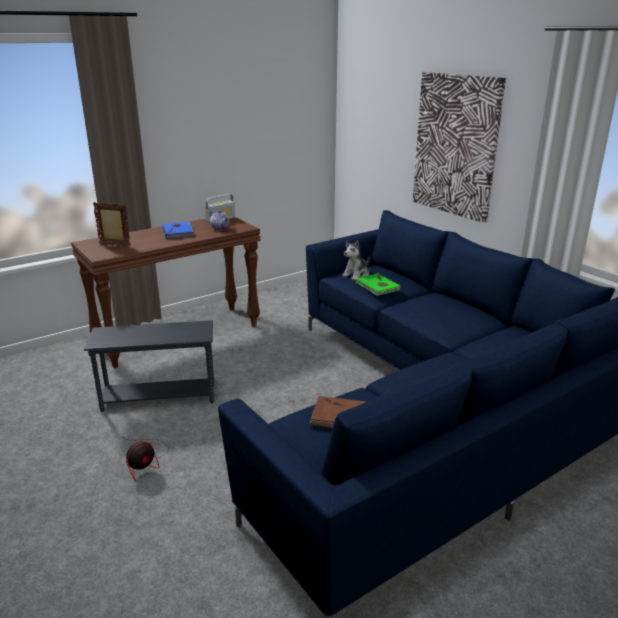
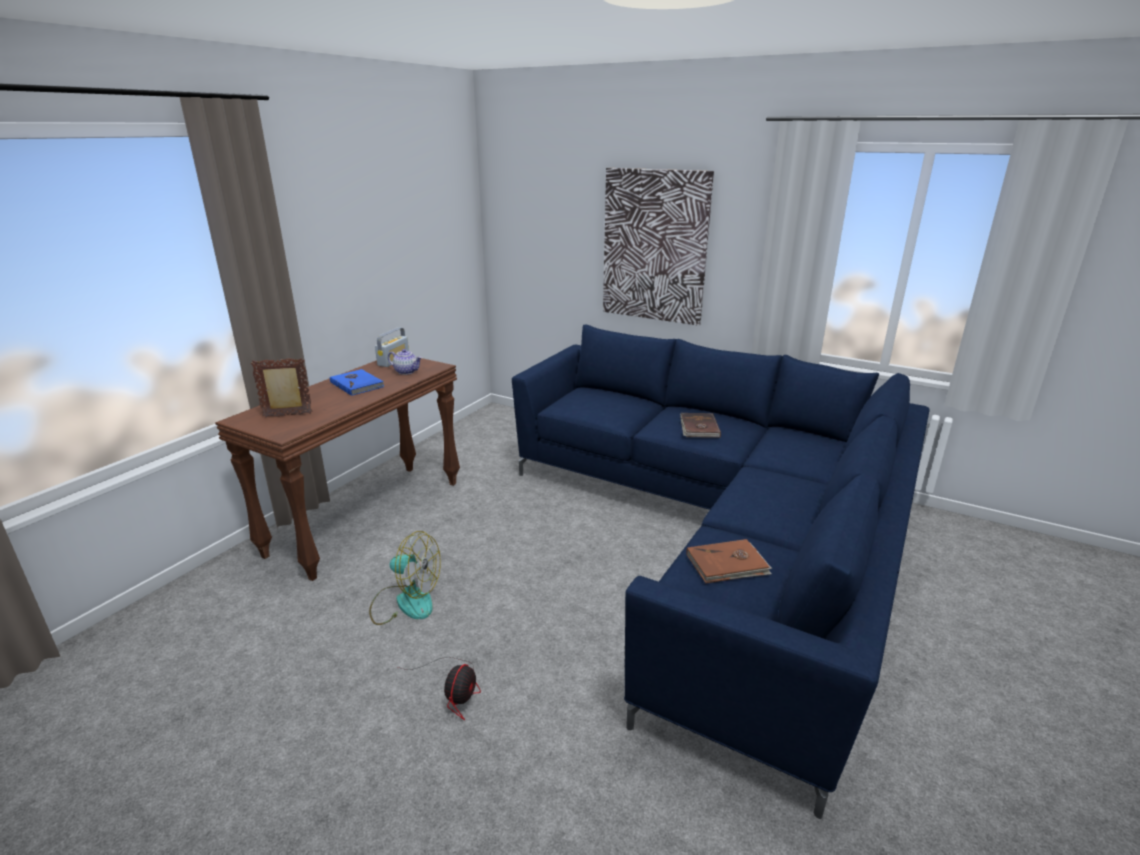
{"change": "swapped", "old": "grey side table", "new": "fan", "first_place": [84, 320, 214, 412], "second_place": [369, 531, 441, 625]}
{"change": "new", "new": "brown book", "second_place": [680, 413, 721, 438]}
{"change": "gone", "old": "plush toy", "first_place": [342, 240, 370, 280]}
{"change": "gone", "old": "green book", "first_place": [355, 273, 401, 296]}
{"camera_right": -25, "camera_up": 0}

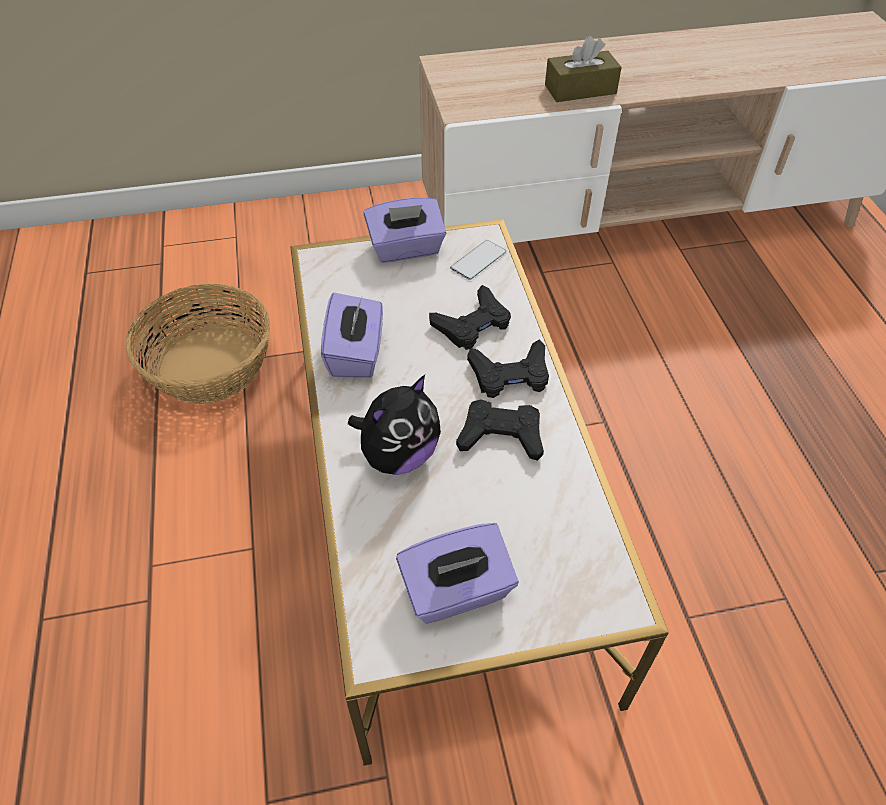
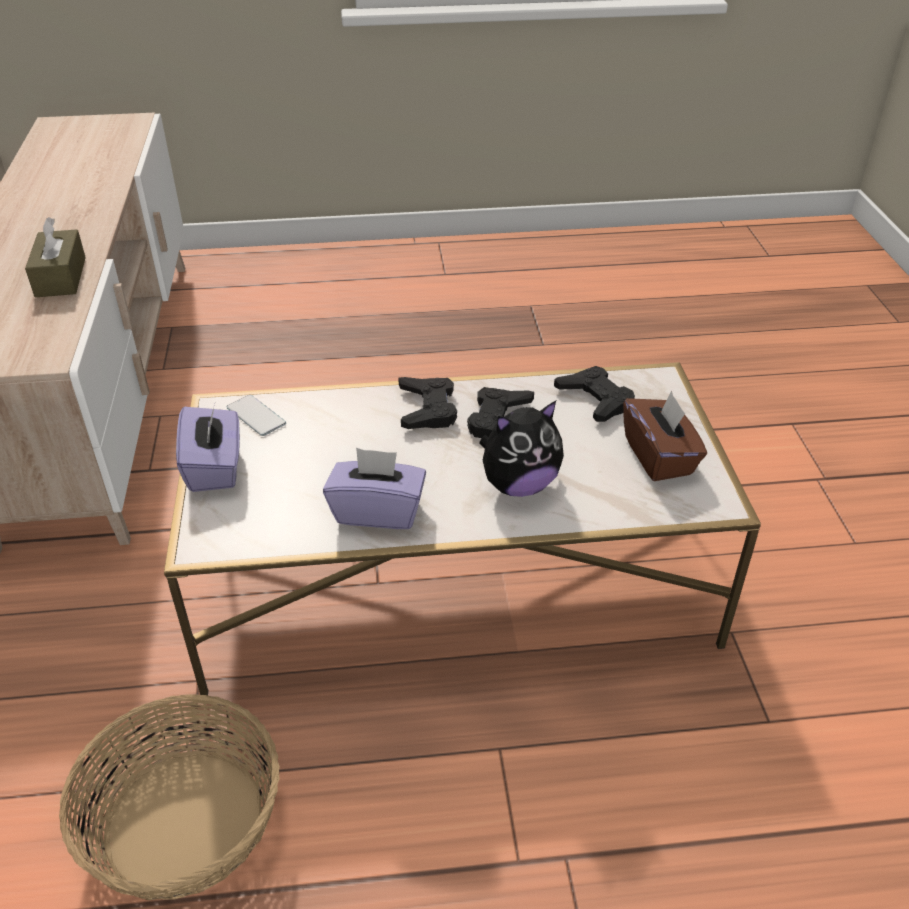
{"change": "rotated", "old": "plush toy", "first_place": [348, 375, 441, 475], "second_place": [479, 401, 564, 497], "degrees": 105}
{"change": "shifted", "old": "black game controller", "first_place": [429, 285, 511, 350], "second_place": [554, 366, 635, 422]}
{"change": "repainted", "old": "purple tissue box", "new": "brown tissue box", "first_place": [396, 523, 518, 624], "second_place": [623, 391, 707, 481]}
{"camera_right": -85, "camera_up": -10}

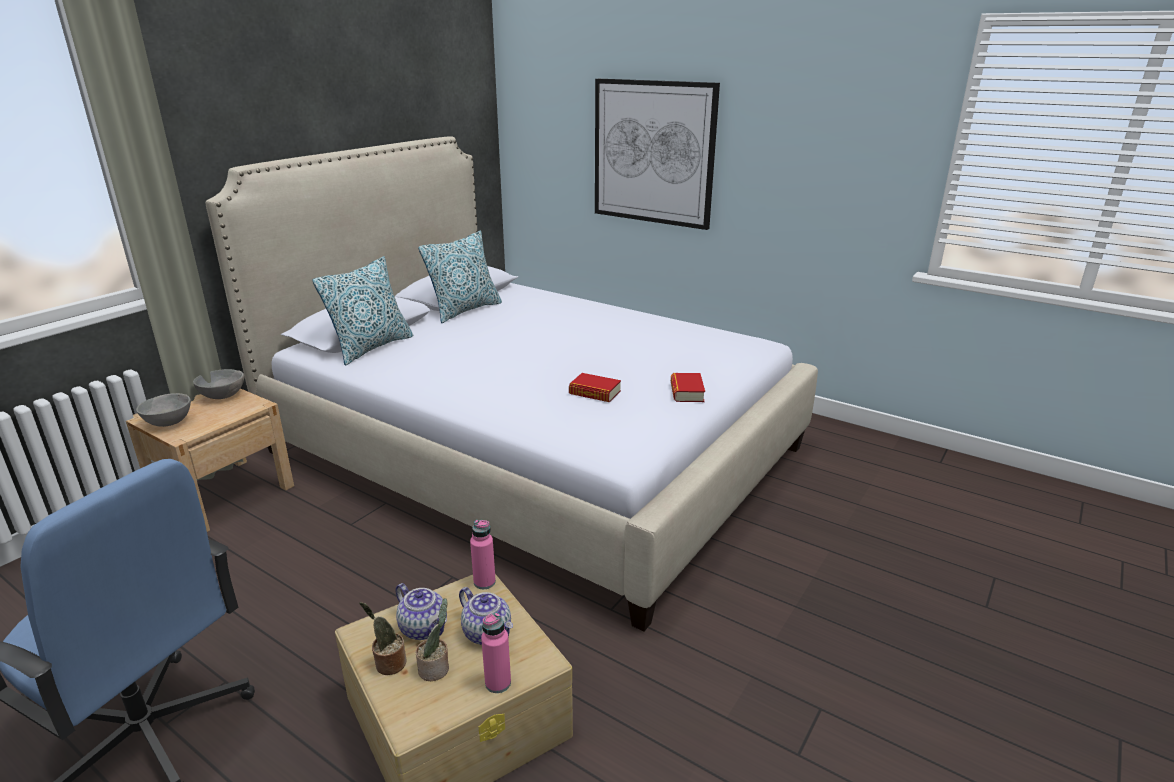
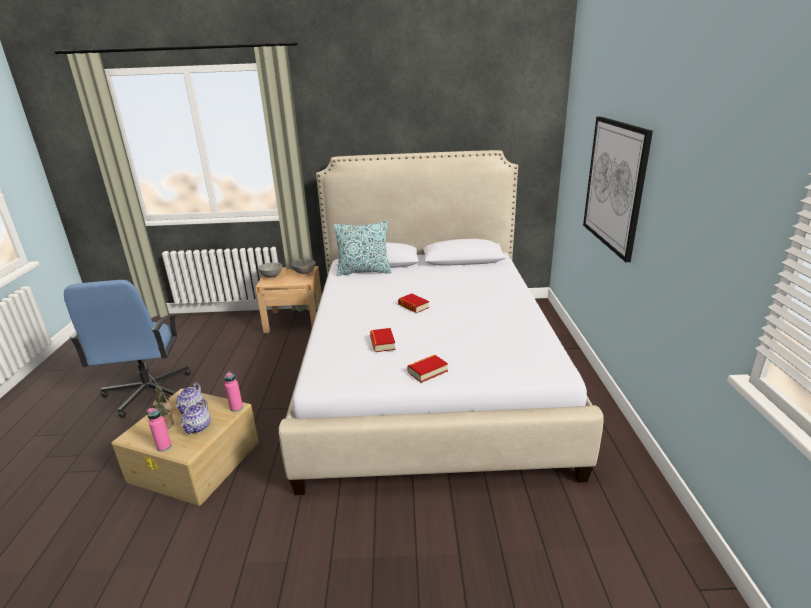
{"change": "new", "new": "book", "second_place": [398, 293, 429, 313]}
{"change": "gone", "old": "pillow", "first_place": [418, 230, 502, 323]}
{"camera_right": 55, "camera_up": 0}

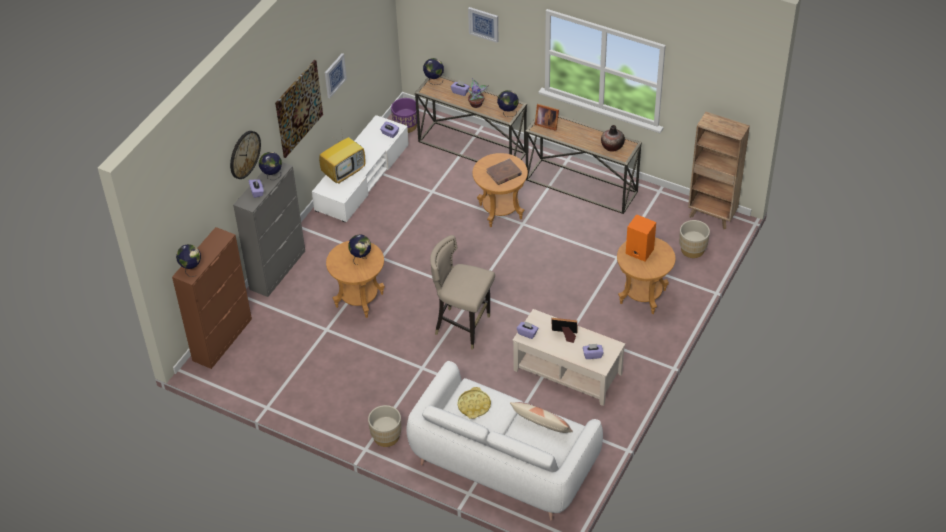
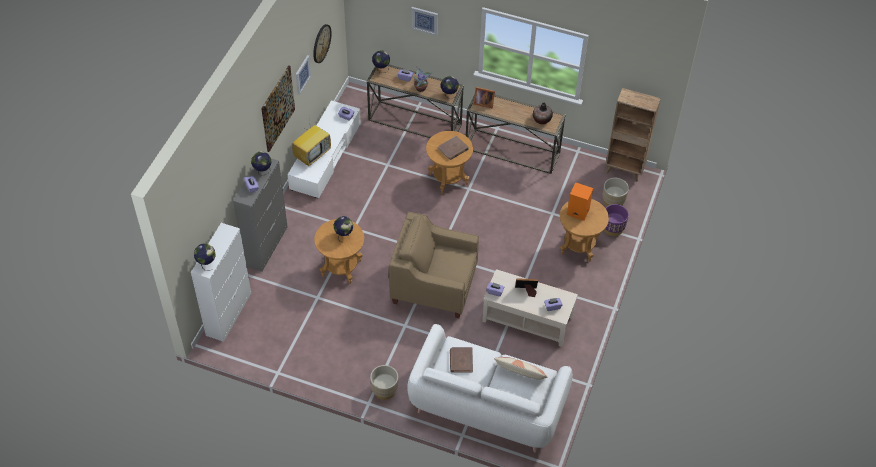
{"change": "repainted", "old": "brown cabinet", "new": "white cabinet", "first_place": [172, 227, 252, 369], "second_place": [191, 223, 251, 342]}
{"change": "shifted", "old": "wall clock", "first_place": [230, 131, 261, 179], "second_place": [313, 24, 332, 63]}
{"change": "swapped", "old": "beige stool", "new": "beige armchair", "first_place": [430, 235, 495, 350], "second_place": [388, 212, 479, 318]}
{"change": "swapped", "old": "yellow tray", "new": "brown book", "first_place": [457, 387, 491, 419], "second_place": [450, 347, 473, 372]}
{"change": "shifted", "old": "purple planter", "first_place": [391, 98, 417, 133], "second_place": [604, 204, 629, 236]}
{"camera_right": -10, "camera_up": 5}

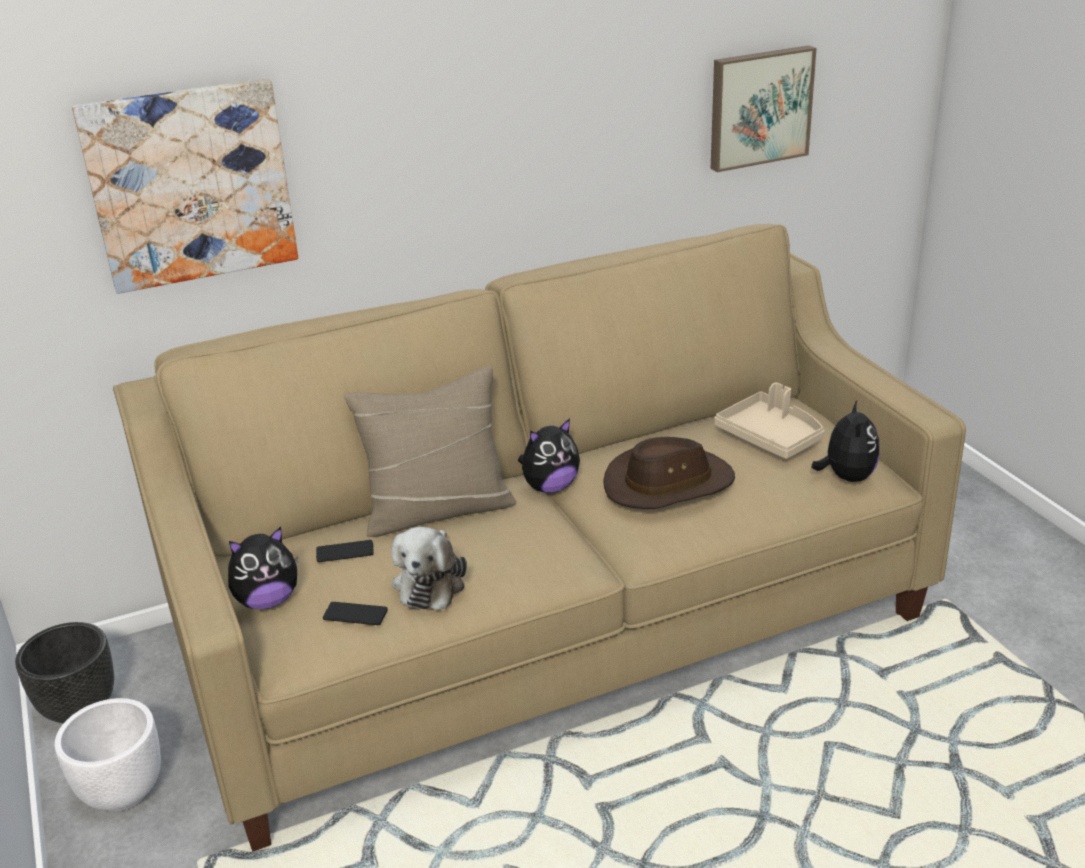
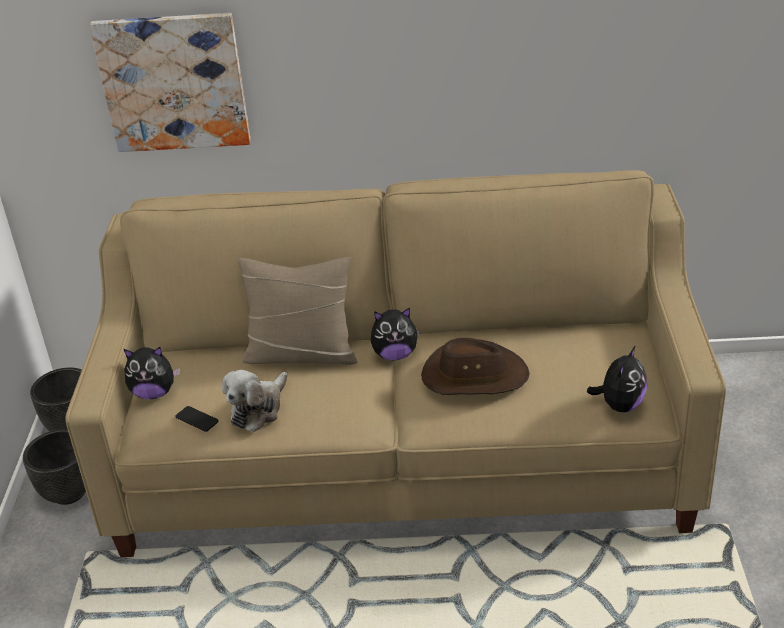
{"change": "repainted", "old": "white planter", "new": "black planter", "first_place": [55, 698, 161, 812], "second_place": [23, 429, 86, 505]}
{"change": "gone", "old": "phone", "first_place": [316, 540, 374, 562]}
{"change": "gone", "old": "picture", "first_place": [711, 45, 817, 172]}
{"change": "gone", "old": "beige tray", "first_place": [714, 382, 824, 459]}
{"camera_right": 25, "camera_up": 5}

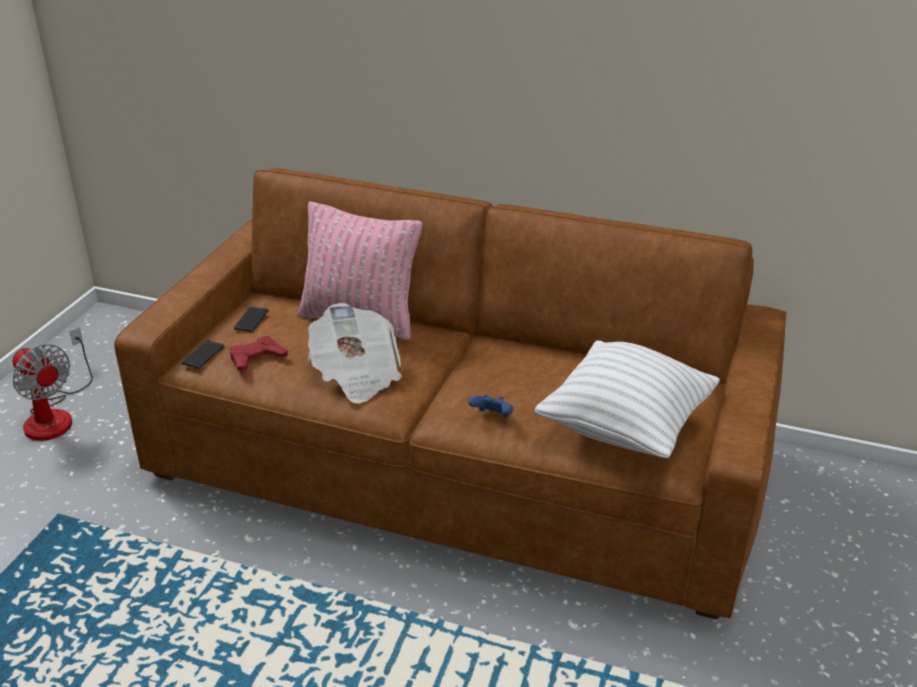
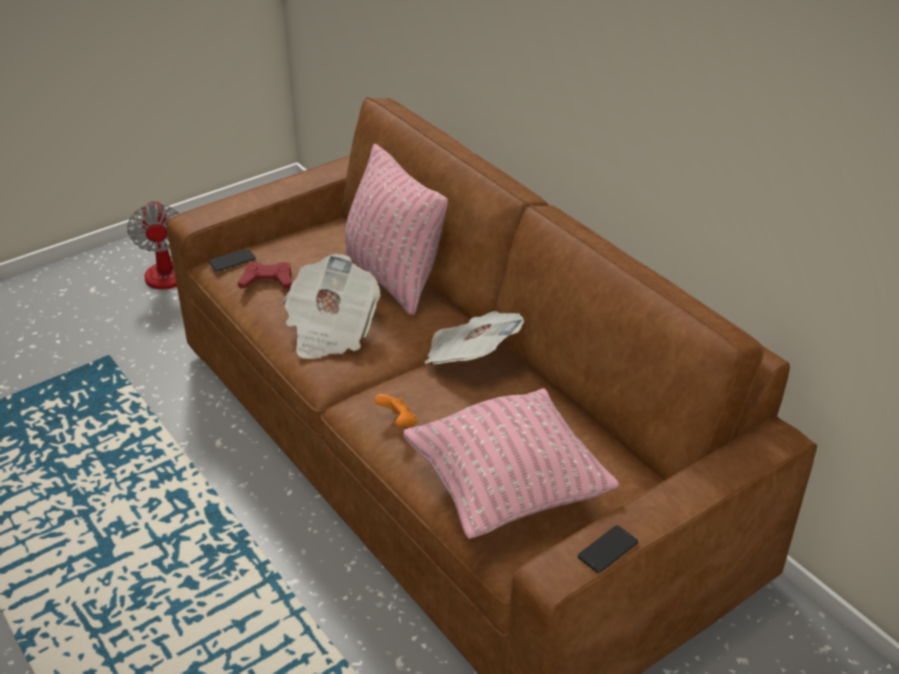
{"change": "repainted", "old": "blue game controller", "new": "orange game controller", "first_place": [468, 395, 513, 417], "second_place": [374, 394, 417, 428]}
{"change": "repainted", "old": "white pillow", "new": "pink pillow", "first_place": [534, 340, 720, 458], "second_place": [403, 388, 620, 539]}
{"change": "new", "new": "newspaper", "second_place": [424, 311, 524, 364]}
{"change": "shifted", "old": "phone", "first_place": [234, 307, 269, 332], "second_place": [577, 525, 638, 573]}
{"camera_right": 35, "camera_up": 5}

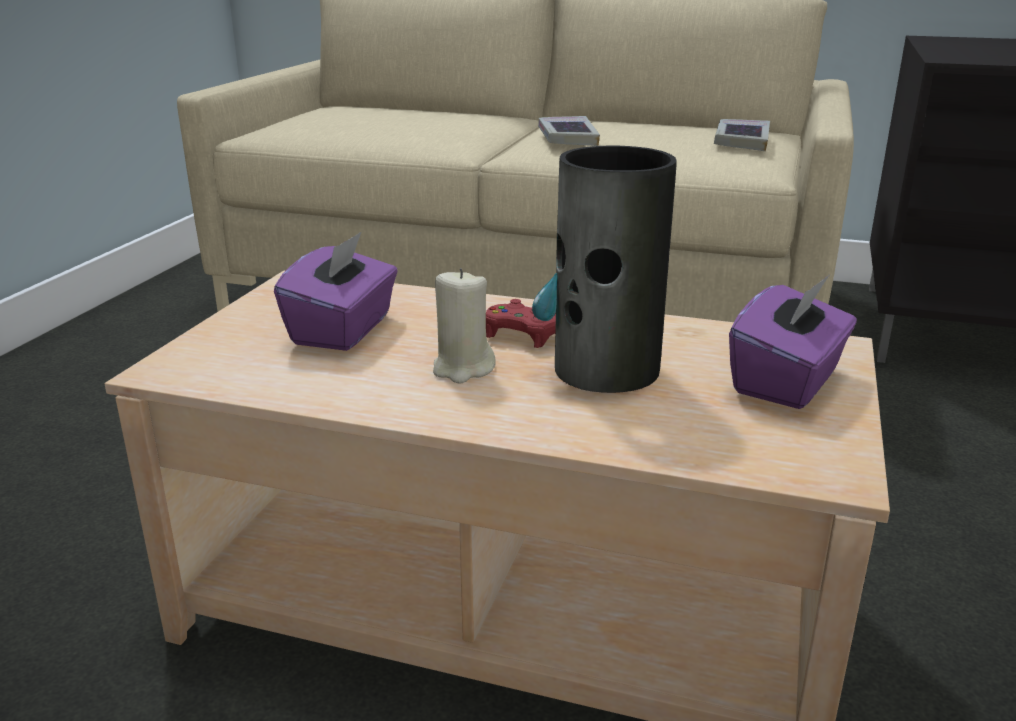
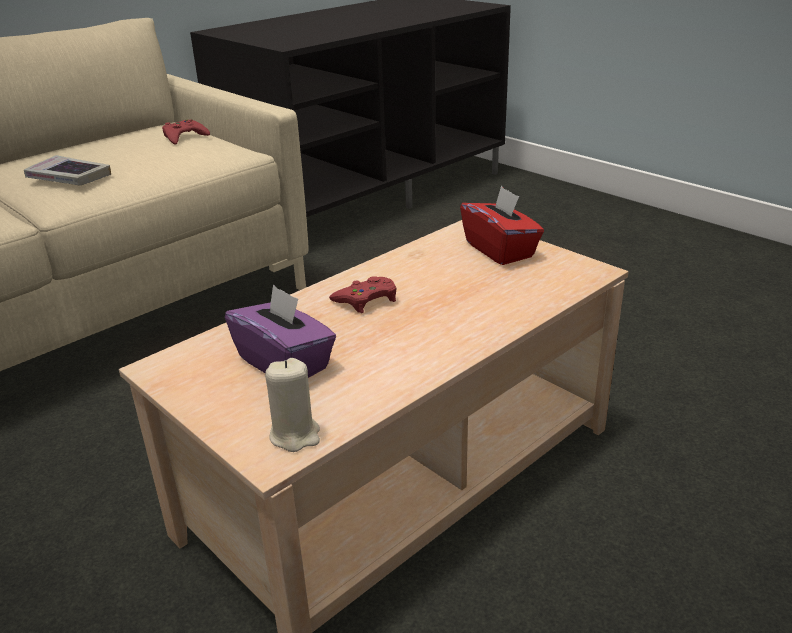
{"change": "swapped", "old": "book", "new": "red game controller", "first_place": [714, 119, 770, 151], "second_place": [162, 119, 210, 144]}
{"change": "shifted", "old": "beige candle", "first_place": [433, 268, 495, 384], "second_place": [265, 358, 320, 452]}
{"change": "repainted", "old": "purple tissue box", "new": "red tissue box", "first_place": [729, 275, 857, 409], "second_place": [460, 186, 544, 265]}
{"change": "gone", "old": "vase", "first_place": [532, 146, 677, 393]}
{"camera_right": -60, "camera_up": 5}

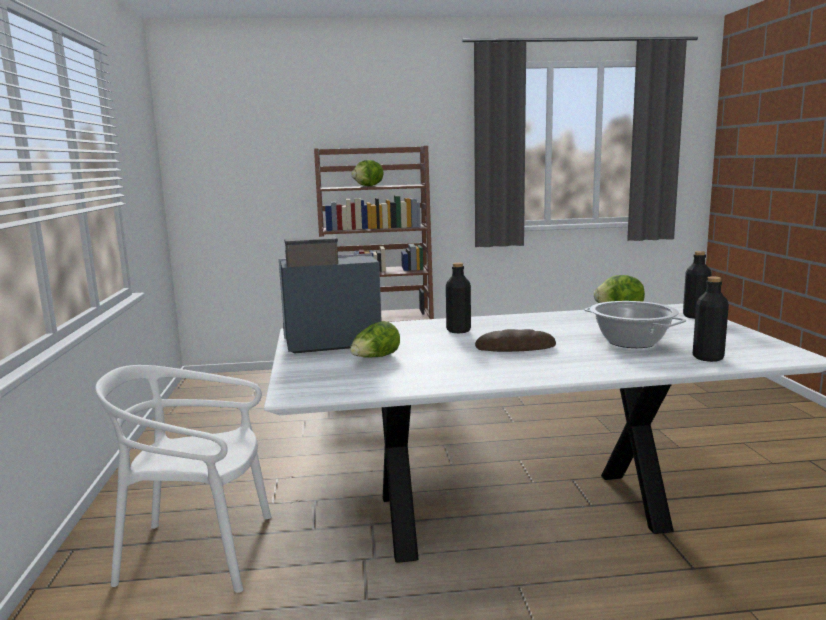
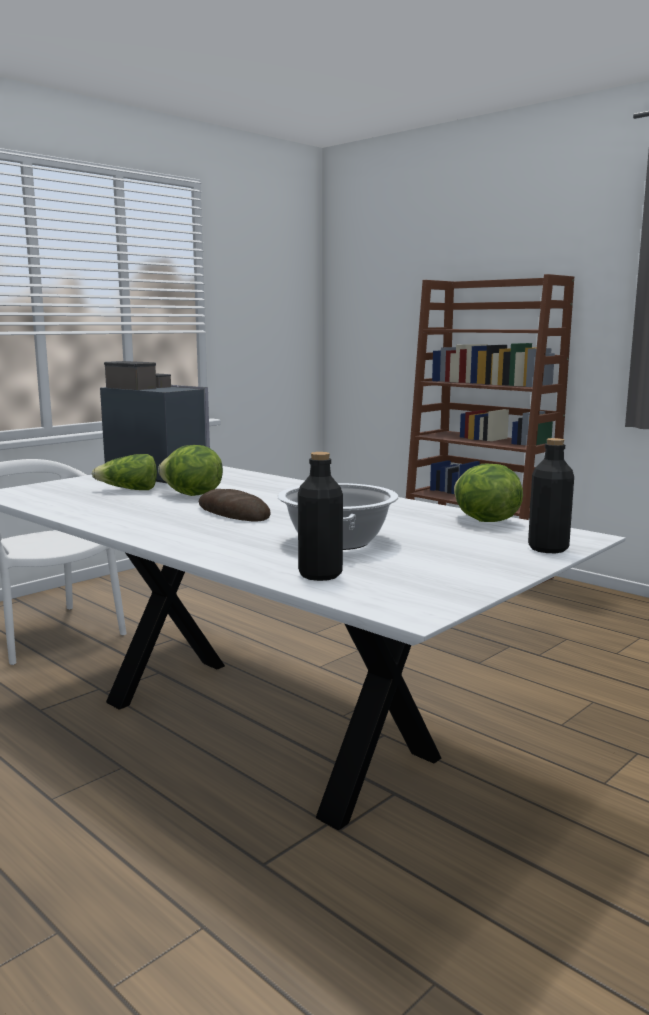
{"change": "shifted", "old": "lettuce", "first_place": [351, 160, 384, 186], "second_place": [158, 445, 223, 496]}
{"change": "gone", "old": "black bottle", "first_place": [446, 263, 471, 333]}
{"camera_right": 50, "camera_up": 0}

